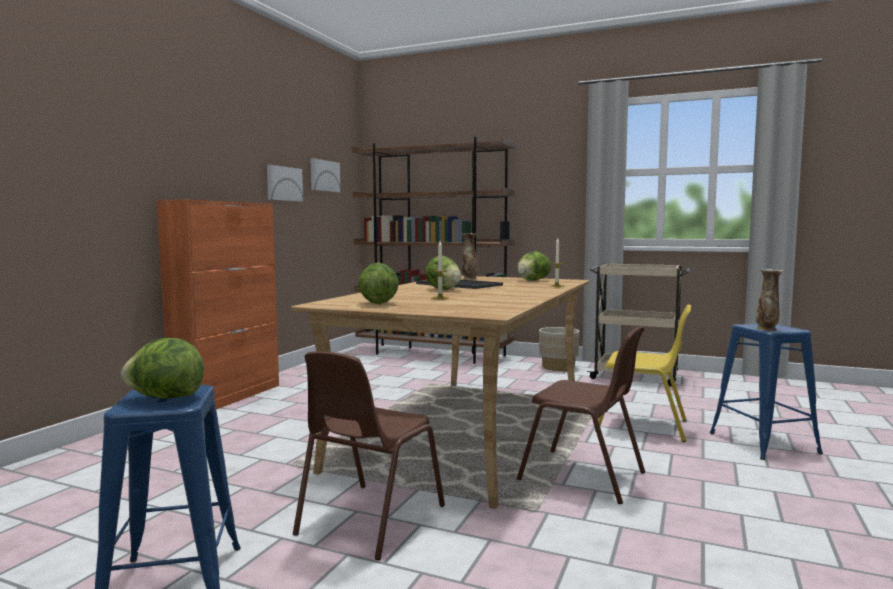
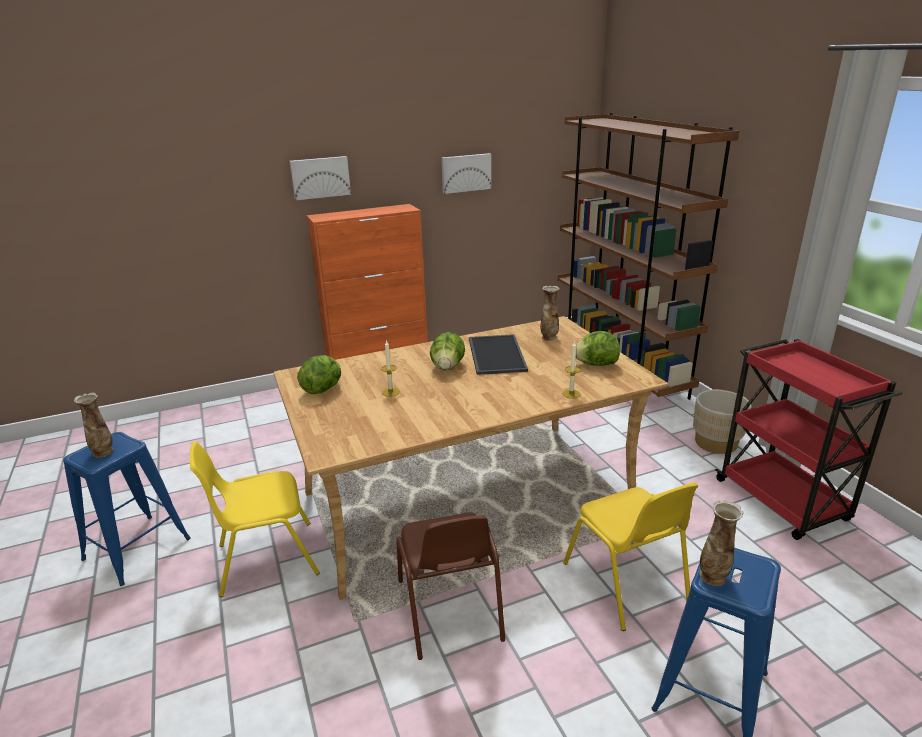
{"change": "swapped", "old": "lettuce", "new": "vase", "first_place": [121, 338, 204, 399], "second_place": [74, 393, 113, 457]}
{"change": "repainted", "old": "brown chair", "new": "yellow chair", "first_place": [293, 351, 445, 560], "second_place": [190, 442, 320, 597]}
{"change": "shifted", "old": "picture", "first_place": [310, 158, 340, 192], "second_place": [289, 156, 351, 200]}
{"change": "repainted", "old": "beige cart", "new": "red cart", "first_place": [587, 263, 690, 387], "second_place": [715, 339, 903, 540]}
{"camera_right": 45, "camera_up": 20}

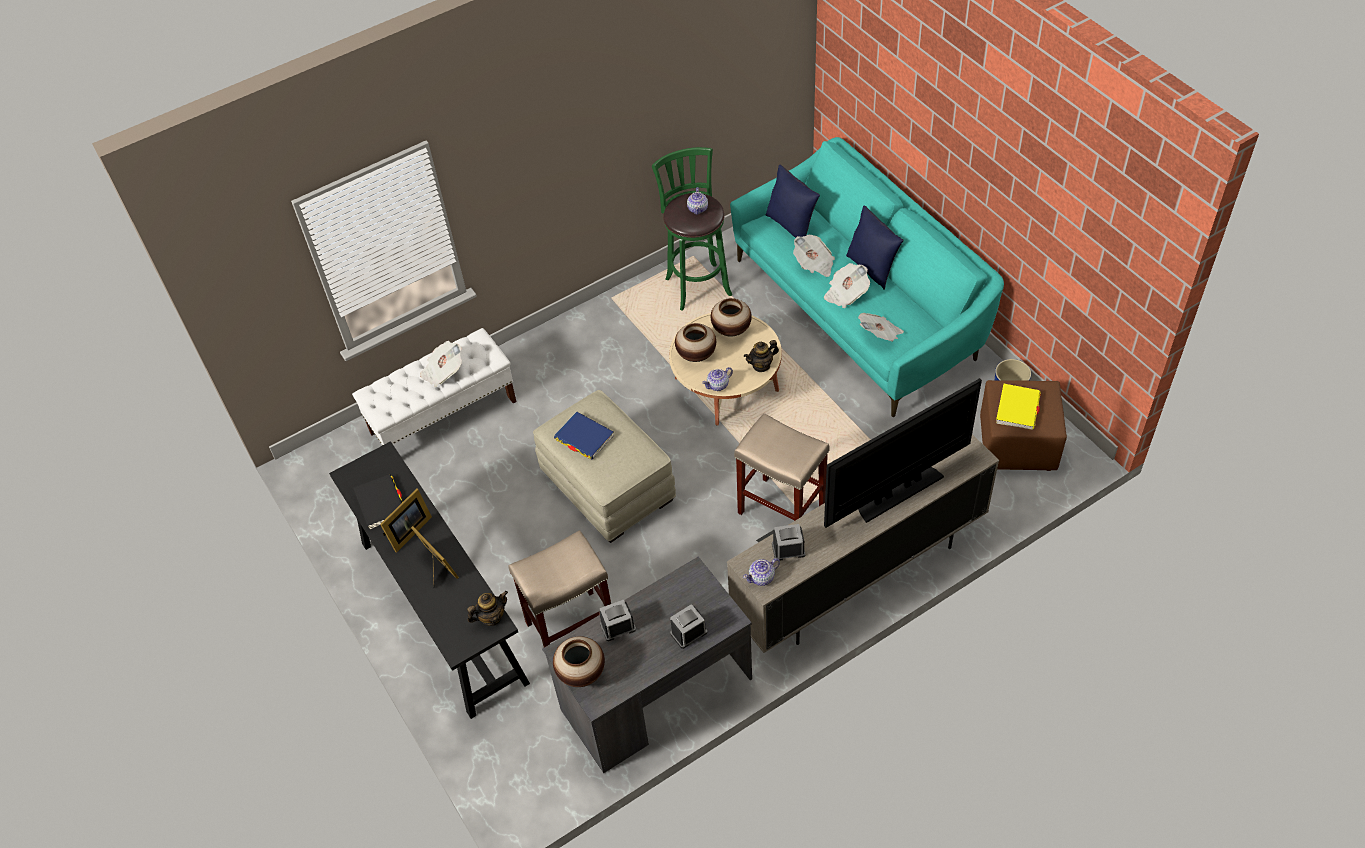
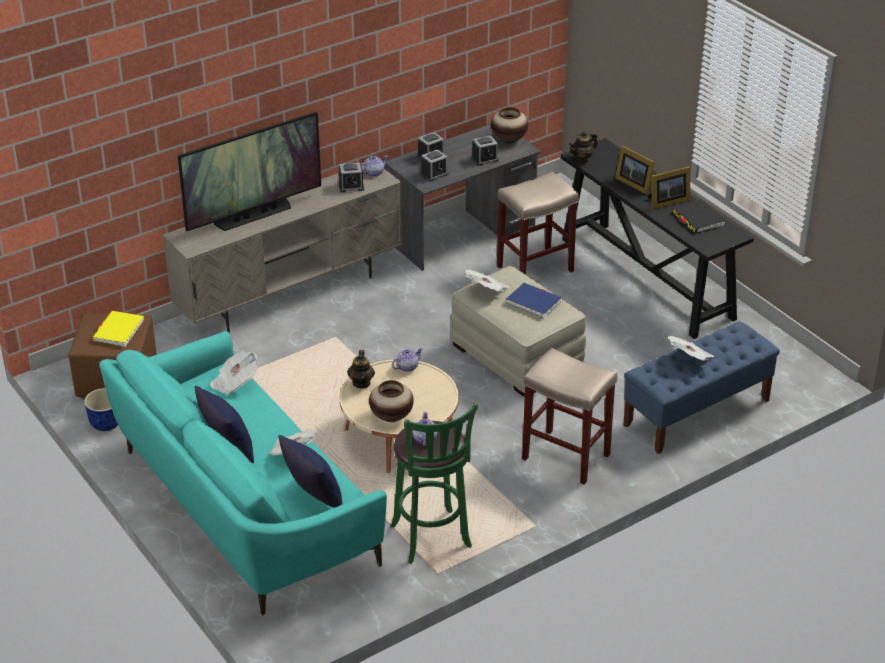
{"change": "rotated", "old": "teapot", "first_place": [744, 340, 779, 372], "second_place": [347, 350, 375, 389], "degrees": 120}
{"change": "new", "new": "alarm clock", "second_place": [420, 149, 449, 182]}
{"change": "shifted", "old": "newspaper", "first_place": [824, 263, 870, 308], "second_place": [465, 269, 510, 292]}
{"change": "shifted", "old": "beige stool", "first_place": [734, 413, 830, 521], "second_place": [522, 348, 617, 485]}
{"change": "repainted", "old": "white bench", "new": "blue bench", "first_place": [352, 328, 516, 446], "second_place": [624, 321, 780, 454]}
{"change": "rotated", "old": "picture frame", "first_place": [380, 488, 432, 553], "second_place": [648, 166, 690, 210], "degrees": -150}
{"change": "gone", "old": "vase", "first_place": [675, 323, 716, 362]}
{"camera_right": 175, "camera_up": -15}

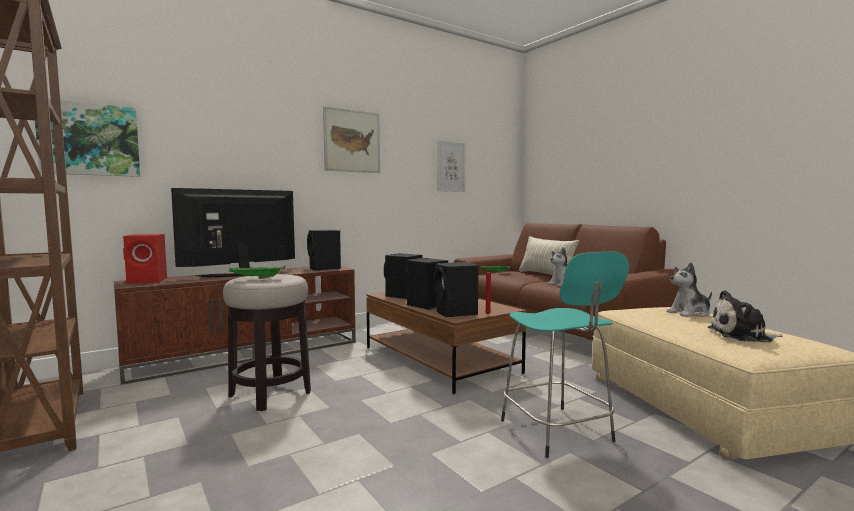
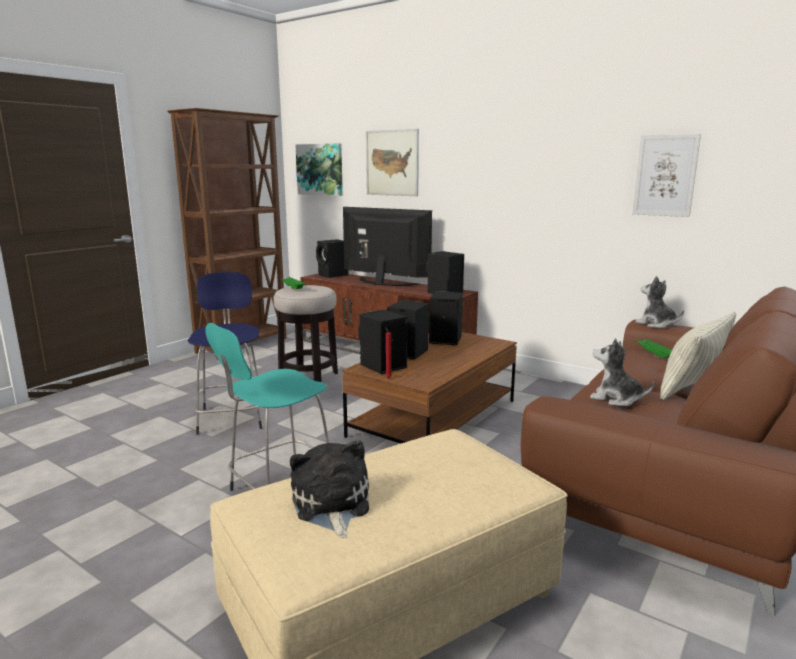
{"change": "new", "new": "blue stool", "second_place": [188, 272, 262, 435]}
{"change": "repainted", "old": "red speaker", "new": "black speaker", "first_place": [123, 234, 167, 284], "second_place": [316, 239, 349, 278]}
{"change": "shifted", "old": "picture", "first_place": [323, 106, 380, 173], "second_place": [366, 129, 419, 196]}
{"change": "shifted", "old": "plush toy", "first_place": [667, 262, 712, 317], "second_place": [635, 276, 684, 328]}
{"camera_right": 70, "camera_up": 10}

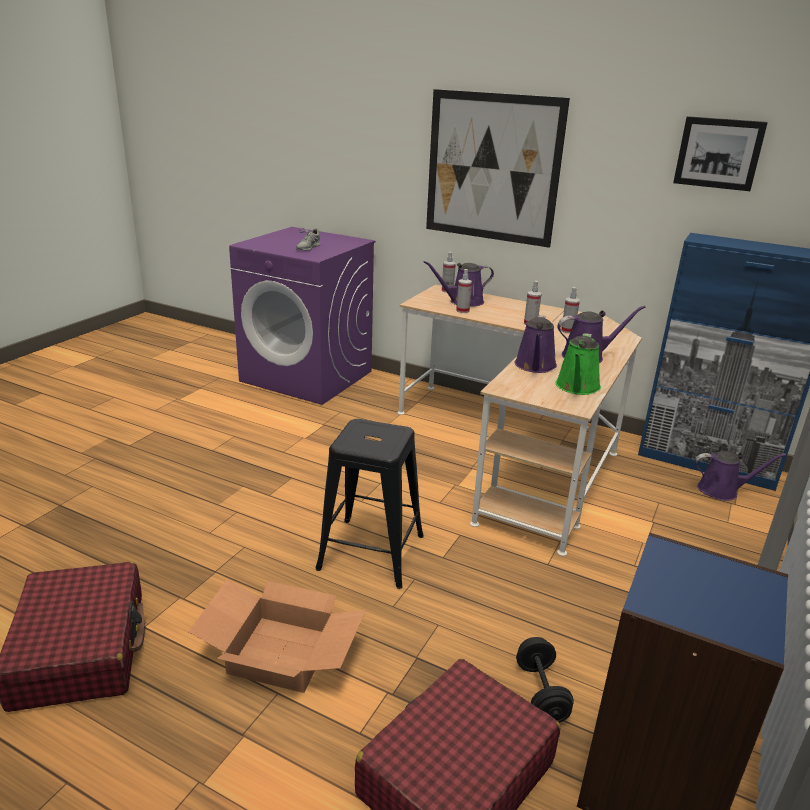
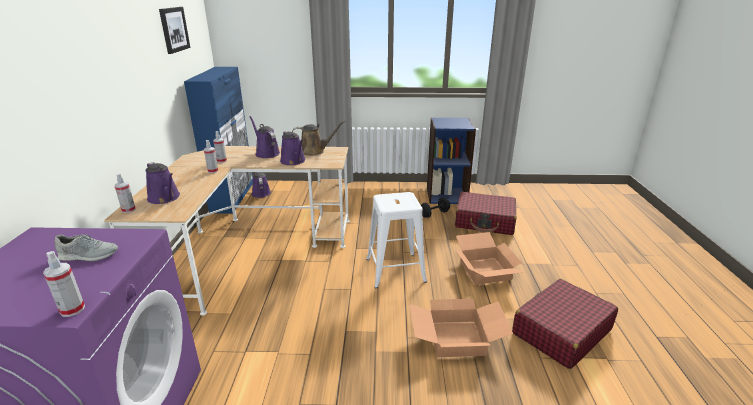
{"change": "shifted", "old": "spray bottle", "first_place": [456, 269, 472, 313], "second_place": [43, 251, 85, 317]}
{"change": "rotated", "old": "purple watering can", "first_place": [515, 315, 557, 373], "second_place": [280, 131, 305, 165], "degrees": 75}
{"change": "repainted", "old": "green watering can", "new": "brown watering can", "first_place": [556, 333, 601, 395], "second_place": [292, 121, 345, 156]}
{"change": "repainted", "old": "black stool", "new": "white stool", "first_place": [316, 419, 424, 589], "second_place": [366, 192, 427, 288]}
{"change": "new", "new": "cardboard box", "second_place": [409, 299, 513, 357]}
{"change": "gone", "old": "picture", "first_place": [426, 89, 570, 248]}
{"camera_right": -115, "camera_up": 0}

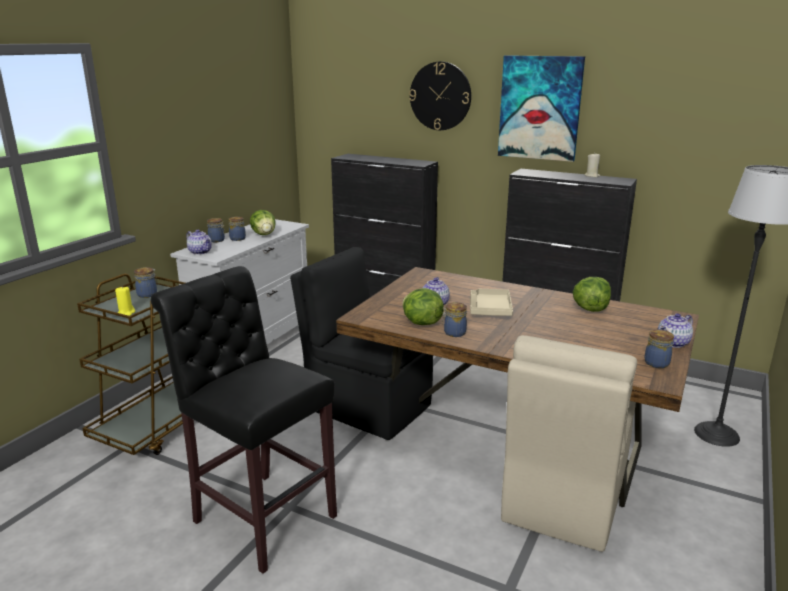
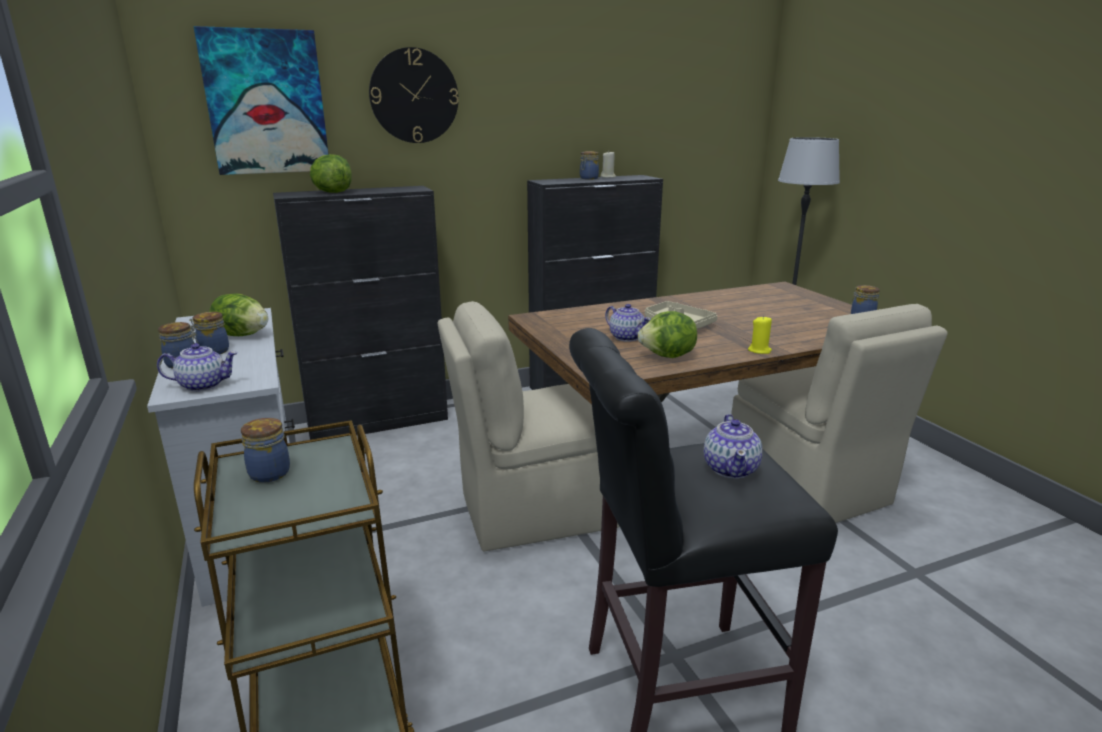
{"change": "shifted", "old": "picture", "first_place": [498, 55, 585, 162], "second_place": [193, 26, 329, 175]}
{"change": "shifted", "old": "lettuce", "first_place": [573, 277, 611, 312], "second_place": [310, 154, 352, 193]}
{"change": "repainted", "old": "black chair", "new": "beige chair", "first_place": [290, 247, 433, 440], "second_place": [438, 301, 620, 552]}
{"change": "shifted", "old": "jar", "first_place": [442, 302, 467, 337], "second_place": [580, 151, 599, 180]}
{"change": "shifted", "old": "teapot", "first_place": [658, 313, 693, 348], "second_place": [704, 414, 762, 479]}
{"change": "shifted", "old": "yellow candle", "first_place": [115, 286, 135, 316], "second_place": [748, 316, 772, 354]}
{"camera_right": -50, "camera_up": 0}

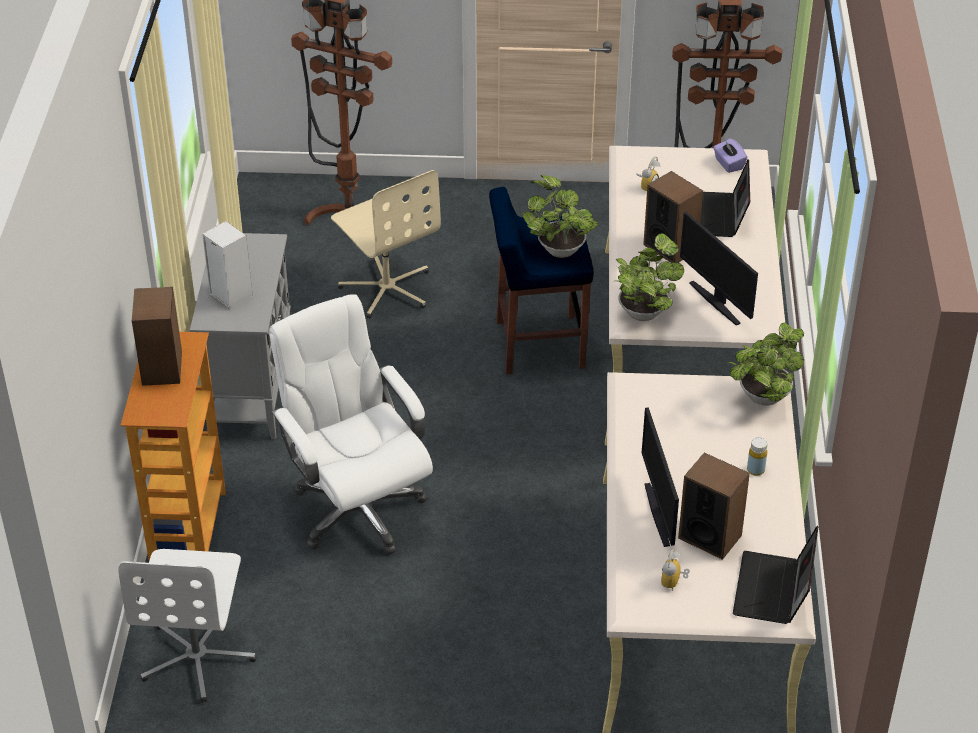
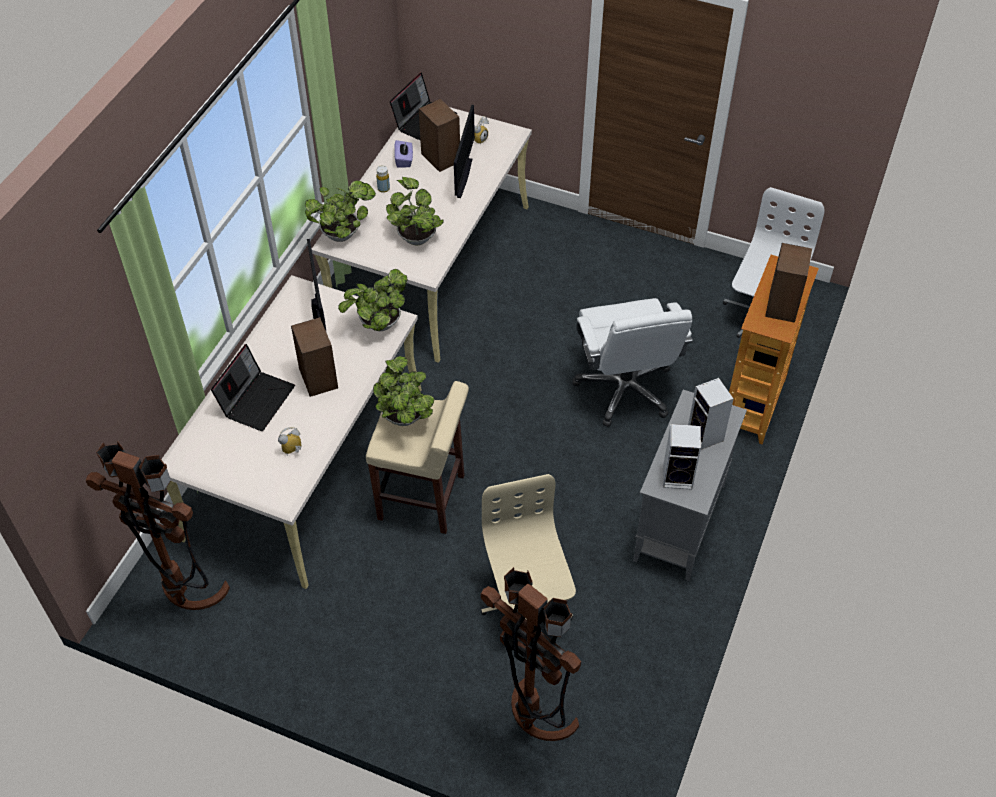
{"change": "repainted", "old": "blue stool", "new": "beige stool", "first_place": [489, 187, 593, 374], "second_place": [366, 381, 469, 534]}
{"change": "new", "new": "potted plant", "second_place": [386, 177, 444, 245]}
{"change": "shifted", "old": "purple tissue box", "first_place": [713, 138, 747, 173], "second_place": [394, 140, 413, 168]}
{"change": "new", "new": "speaker", "second_place": [663, 424, 701, 490]}
{"camera_right": -160, "camera_up": 10}

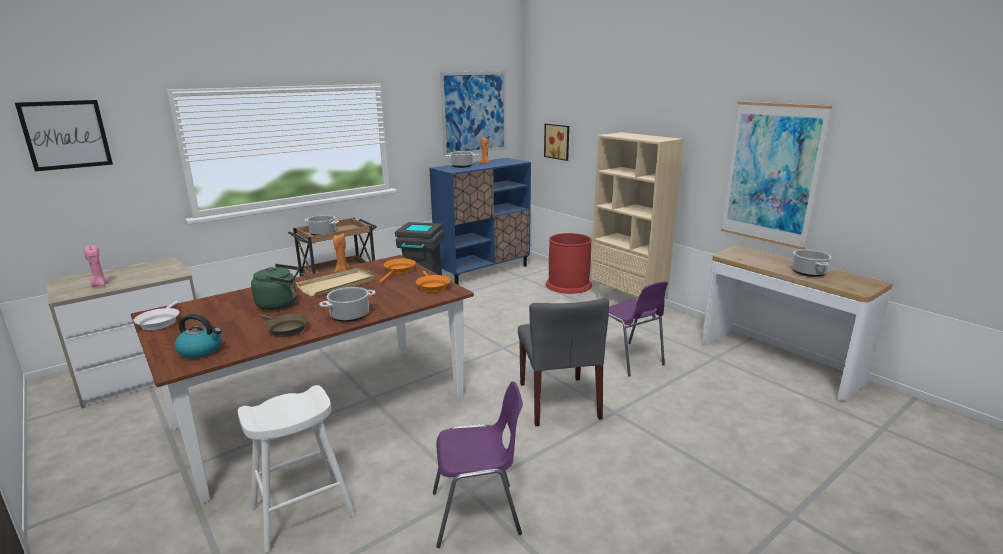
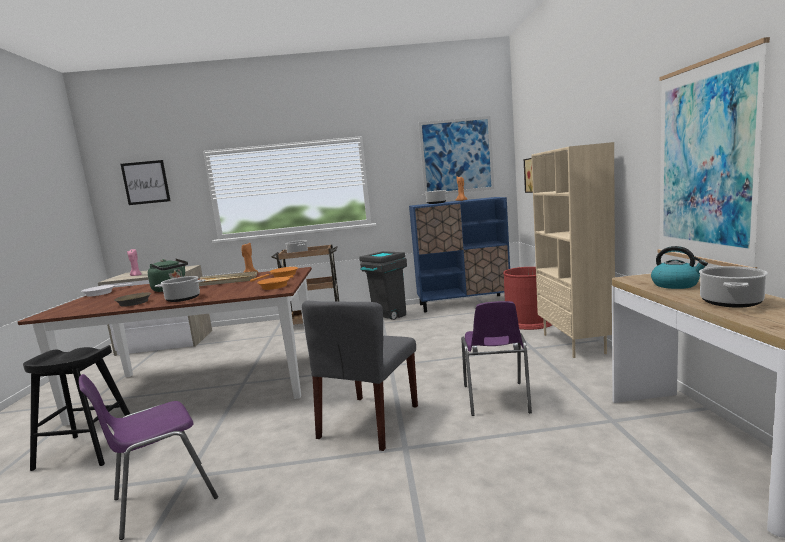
{"change": "repainted", "old": "white stool", "new": "black stool", "first_place": [238, 385, 356, 553], "second_place": [23, 345, 130, 471]}
{"change": "rotated", "old": "purple chair", "first_place": [432, 381, 523, 548], "second_place": [79, 374, 218, 540], "degrees": 120}
{"change": "shifted", "old": "kettle", "first_place": [175, 314, 222, 358], "second_place": [651, 246, 708, 289]}
{"camera_right": 35, "camera_up": -10}

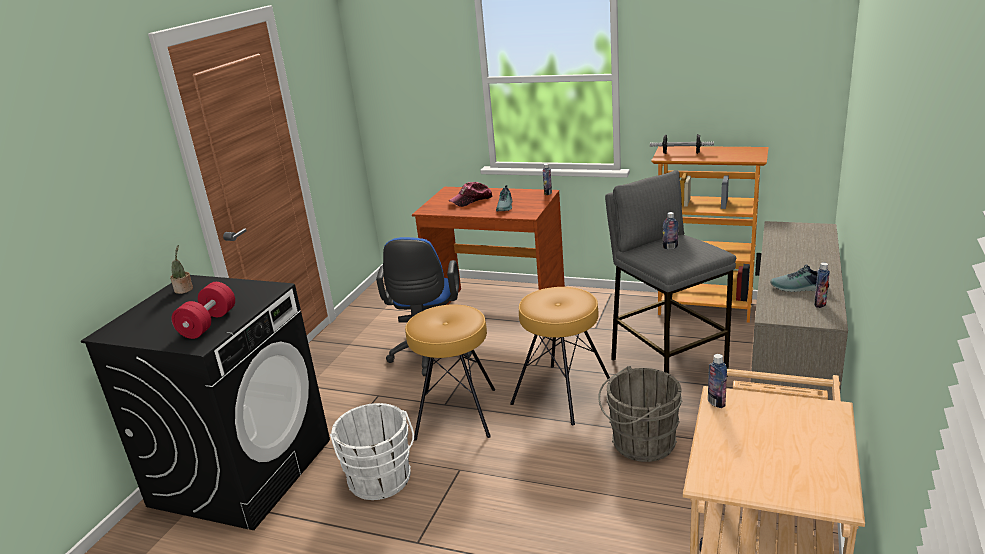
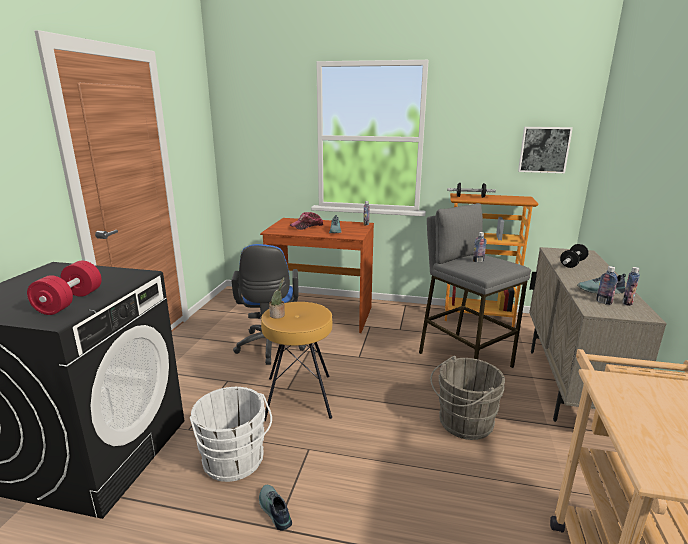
{"change": "new", "new": "shoe", "second_place": [259, 485, 292, 531]}
{"change": "shifted", "old": "potted plant", "first_place": [170, 245, 193, 294], "second_place": [269, 277, 285, 319]}
{"change": "new", "new": "picture", "second_place": [518, 127, 573, 173]}
{"change": "new", "new": "dumbbell", "second_place": [560, 244, 589, 268]}
{"change": "shifted", "old": "bottle", "first_place": [708, 354, 727, 408], "second_place": [596, 266, 618, 305]}
{"change": "gone", "old": "brown stool", "first_place": [510, 287, 610, 425]}
{"camera_right": -10, "camera_up": -5}

